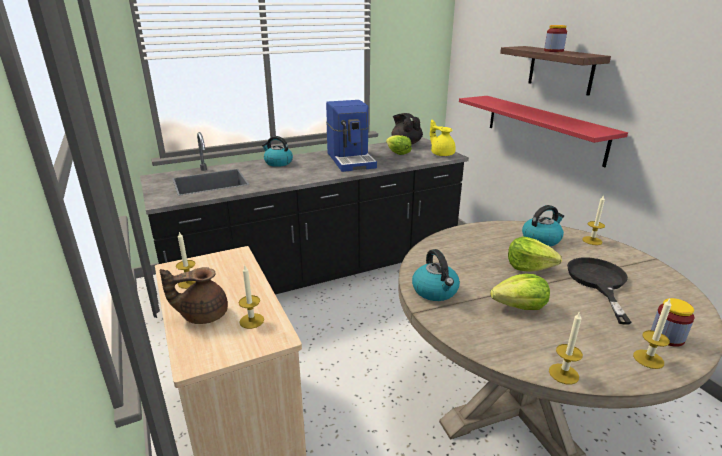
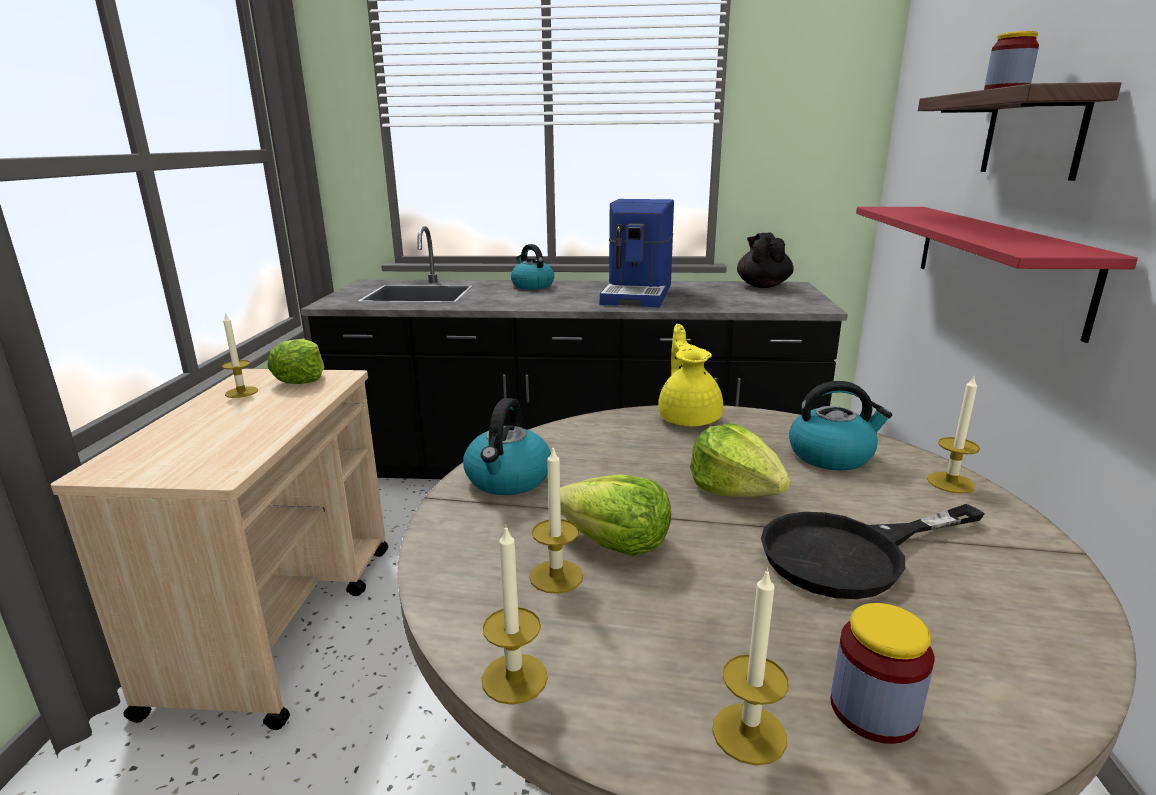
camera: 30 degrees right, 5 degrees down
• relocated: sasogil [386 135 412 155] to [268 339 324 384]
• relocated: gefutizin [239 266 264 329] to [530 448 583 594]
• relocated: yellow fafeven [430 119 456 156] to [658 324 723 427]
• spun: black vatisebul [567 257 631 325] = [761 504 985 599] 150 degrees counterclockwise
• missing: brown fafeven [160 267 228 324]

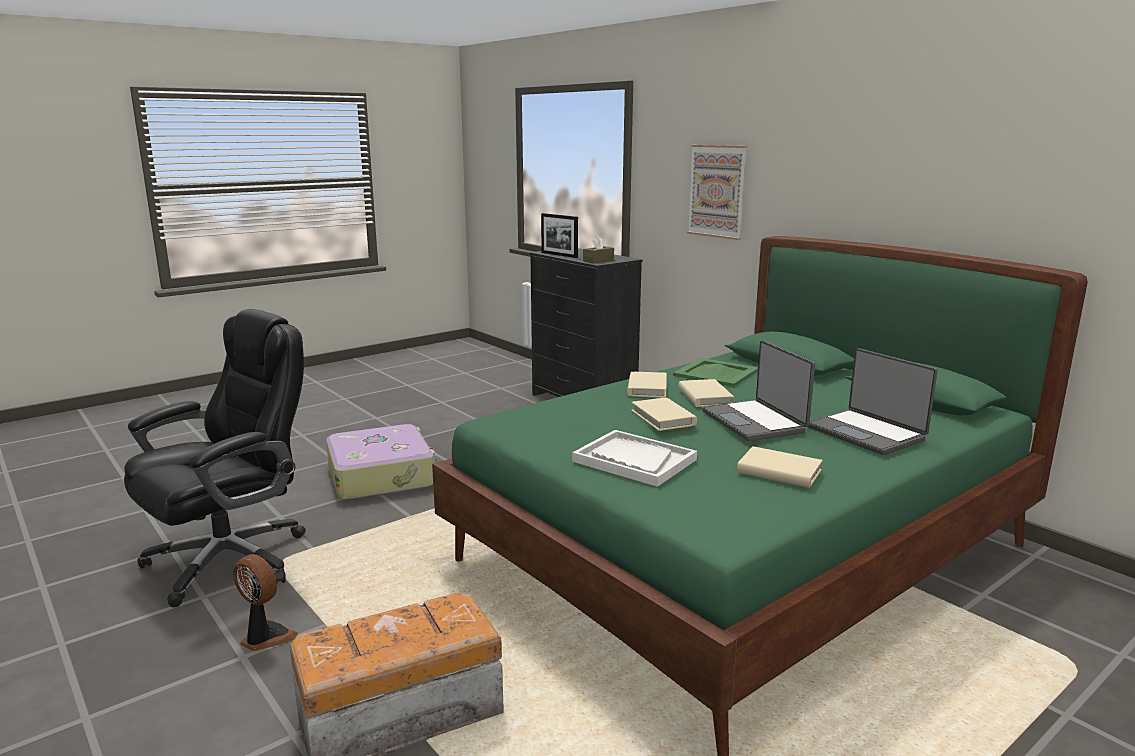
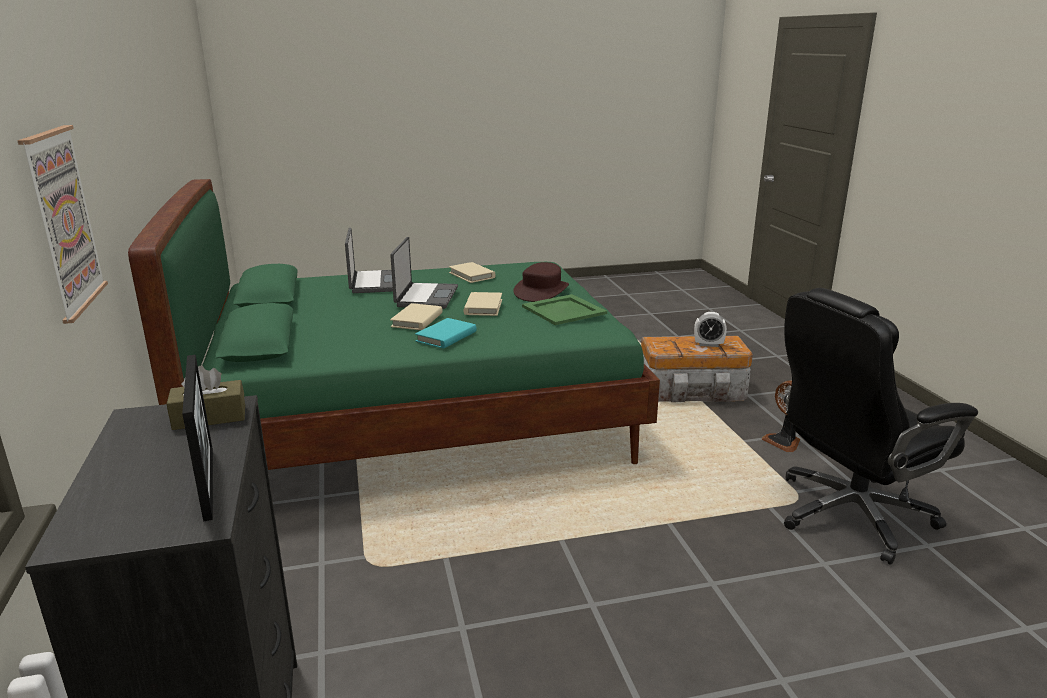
camera: 155 degrees left, 5 degrees up
• colour: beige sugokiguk [627 372 667 398] to turquoise sugokiguk [415 318 477 349]
• exchanged: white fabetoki [572 430 697 487] to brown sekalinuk [513 262 569 302]
• relocated: green fabetoki [673 358 758 387] to [522 294 607 325]
• appeared: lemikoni [694 312 727 347]
• missing: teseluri [326 424 437 501]

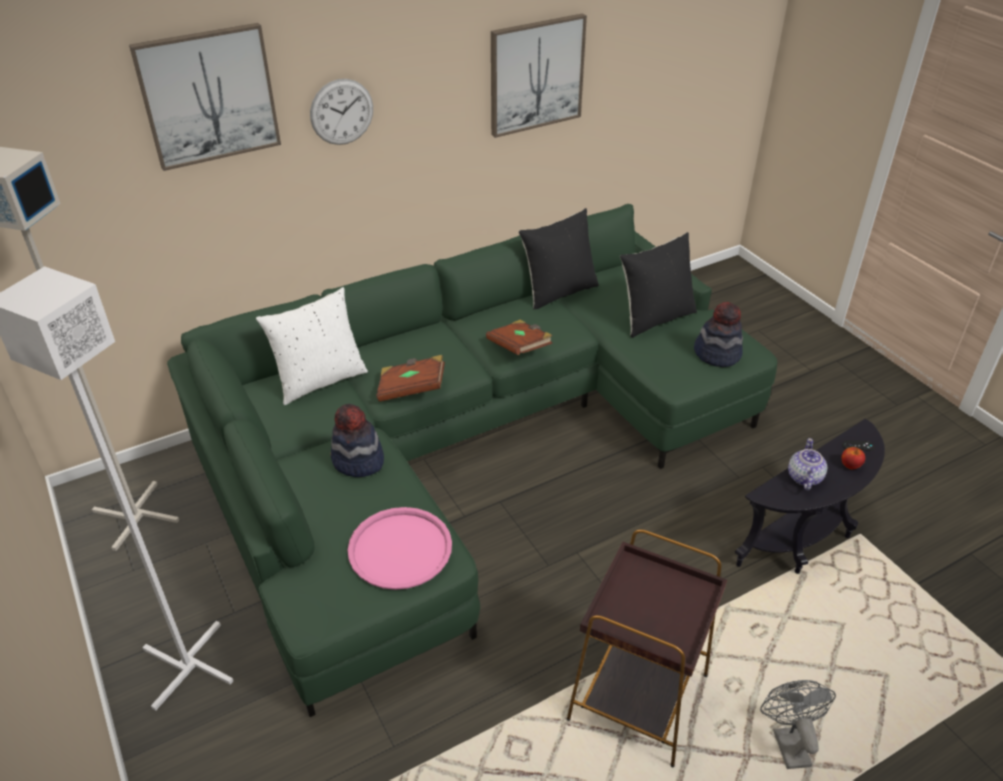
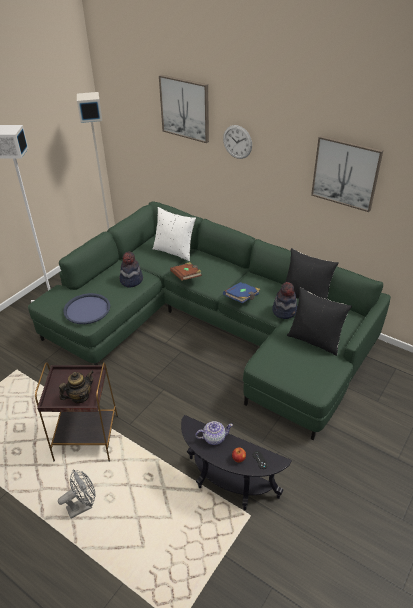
camera: 65 degrees right, 0 degrees up
• appeared: fafeven [59 370 94 403]
• colour: pink fabetoki [348 507 452 590] to blue fabetoki [63 293 110 324]
• colour: brown sugokiguk [486 320 553 355] to blue sugokiguk [223 282 260 303]
• relocated: sekalinuk [694 302 743 367] to [272 282 298 319]

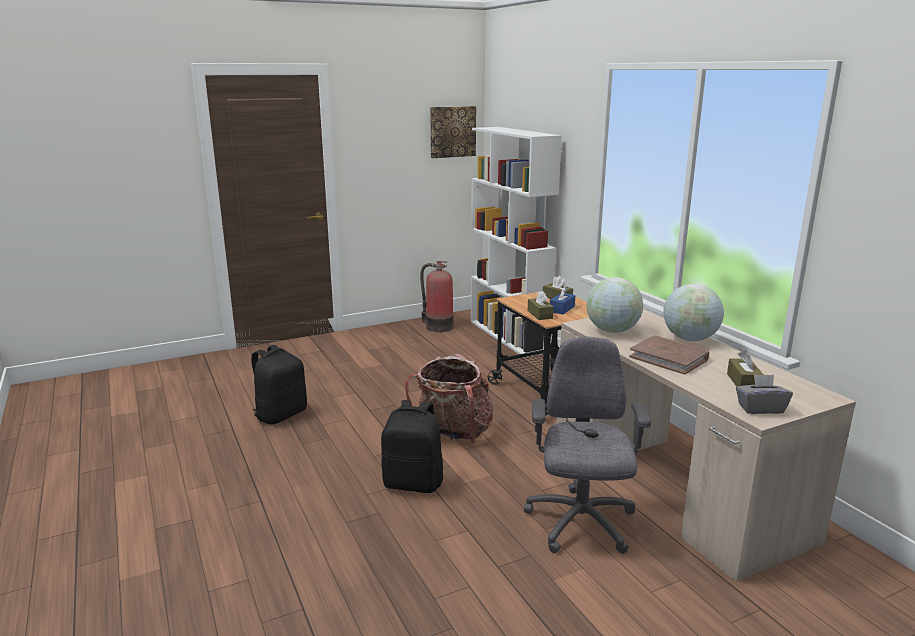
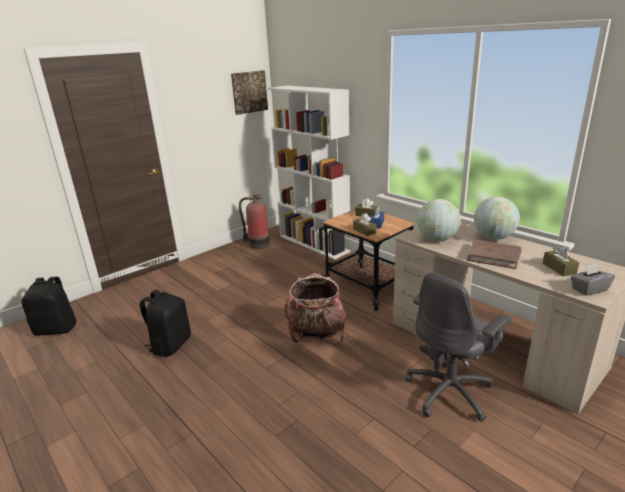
camera: 15 degrees left, 5 degrees up
• relocated: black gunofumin [381 400 443 493] to [21 277 77 336]
• spun: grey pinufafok [524 337 651 554] = [405 273 511 422] 120 degrees counterclockwise

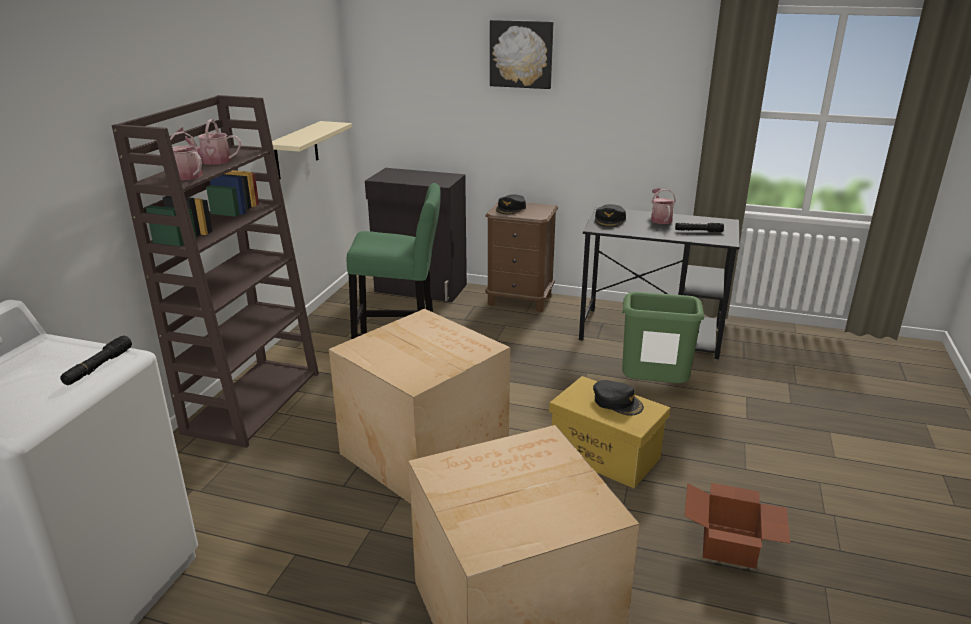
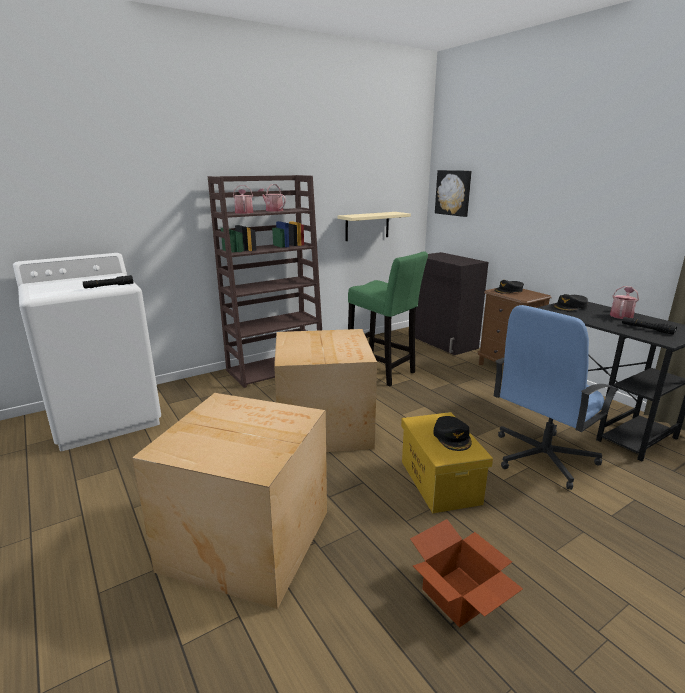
camera: 40 degrees right, 5 degrees down
• relocated: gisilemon [490 20 553 89] to [435 170 472 217]
• exchanged: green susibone [622 292 704 383] to blue pinufafok [494 305 619 490]

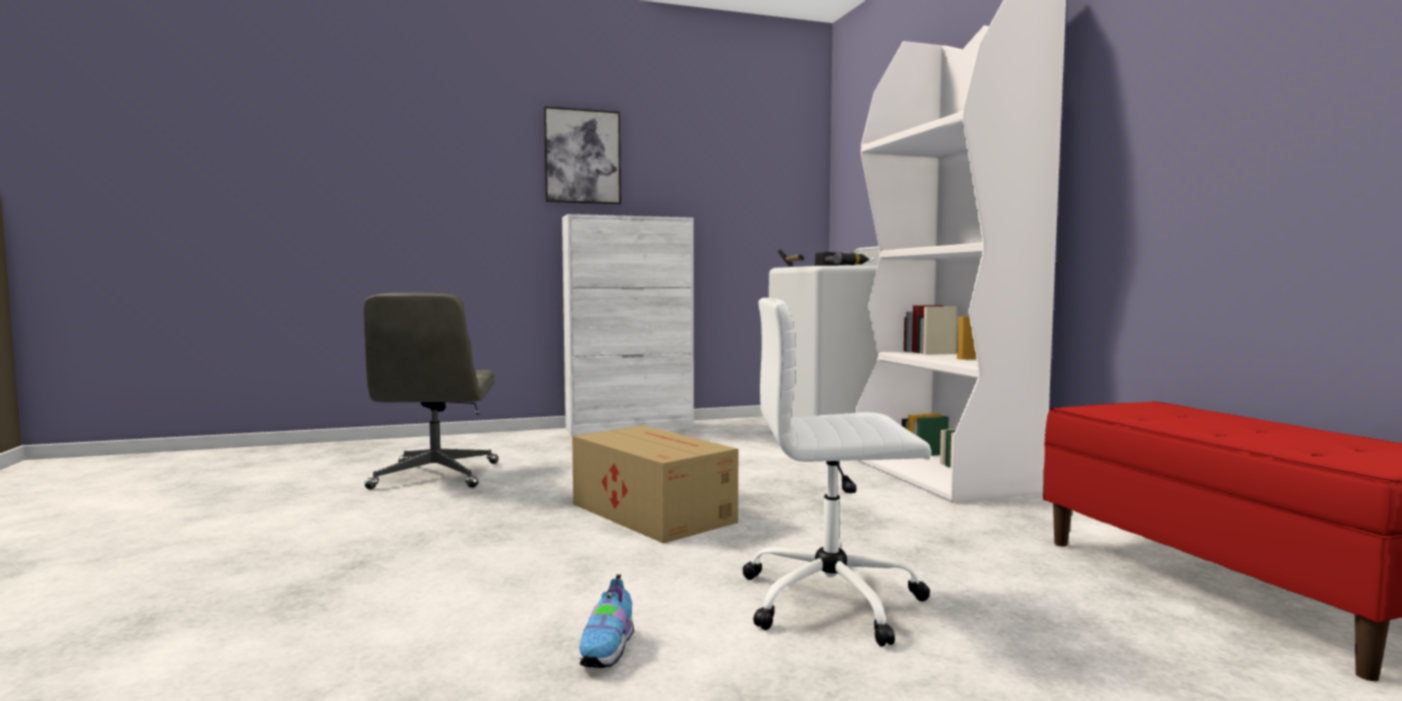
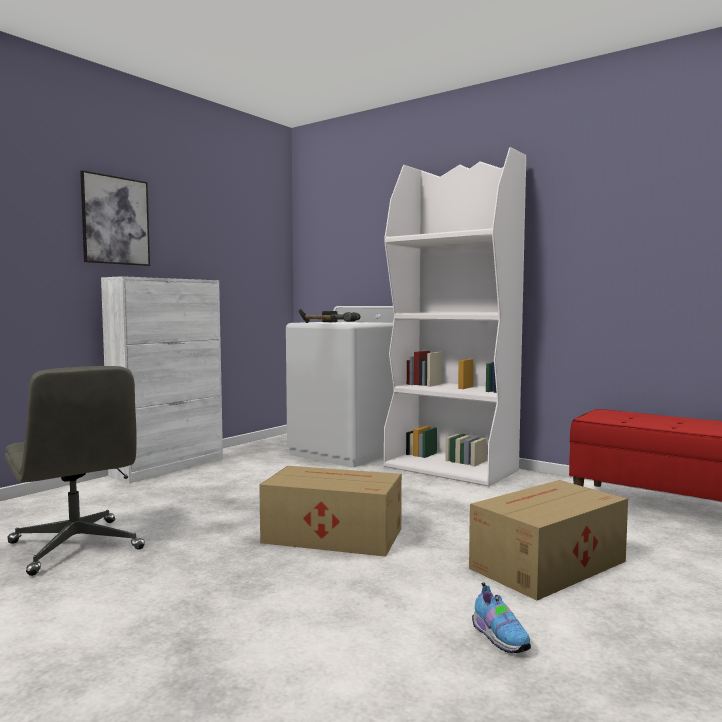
camera: 35 degrees left, 0 degrees up
• exchanged: white pinufafok [743 298 931 647] to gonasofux [469 480 628 600]

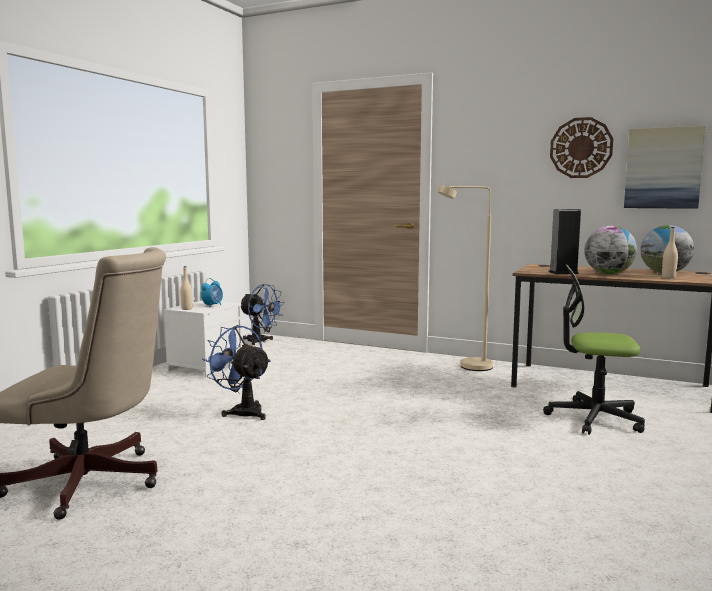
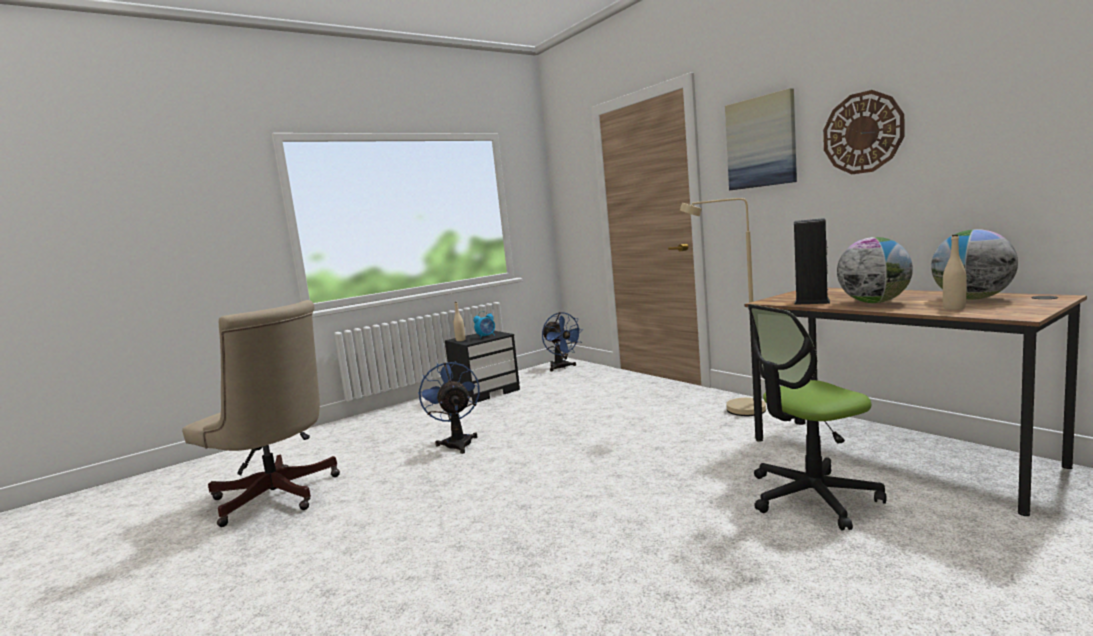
camera: 30 degrees right, 0 degrees up
• colour: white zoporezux [164 300 242 377] to black zoporezux [445 331 520 403]
• relocated: gisilemon [624 126 706 209] to [725 88 797 190]
• spun: pinufafok [543 265 645 435] = [748 304 887 531] 60 degrees counterclockwise

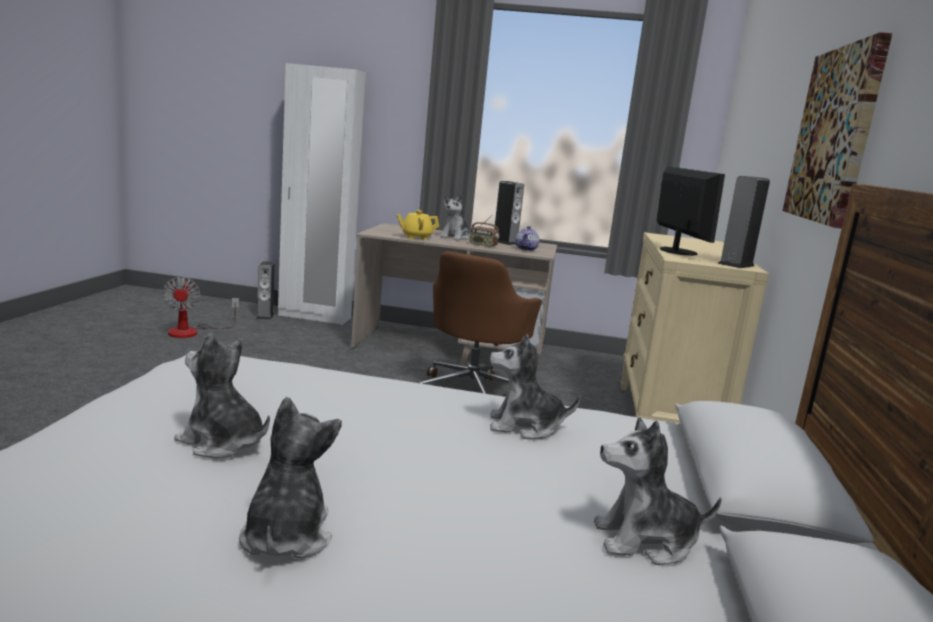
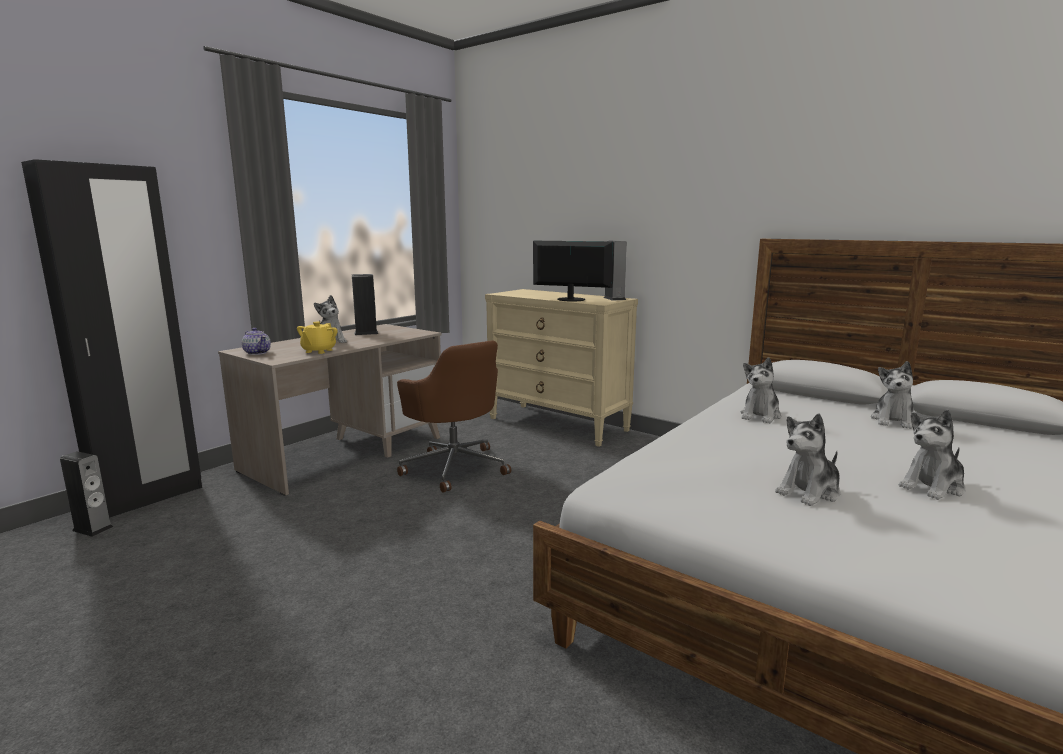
camera: 60 degrees left, 0 degrees up
• colour: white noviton [278 63 366 325] to black noviton [21 159 202 518]
• relocated: fafeven [515 226 539 251] to [242 328 271 355]
• spun: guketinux [239 397 342 559] = [899 410 966 500] 60 degrees counterclockwise
• missing: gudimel [162 277 239 338]
• missing: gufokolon [469 214 499 247]
• missing: gisilemon [782 32 893 229]

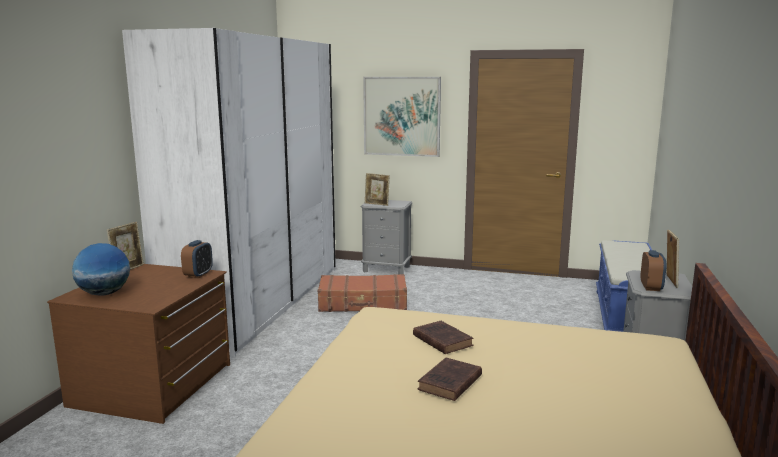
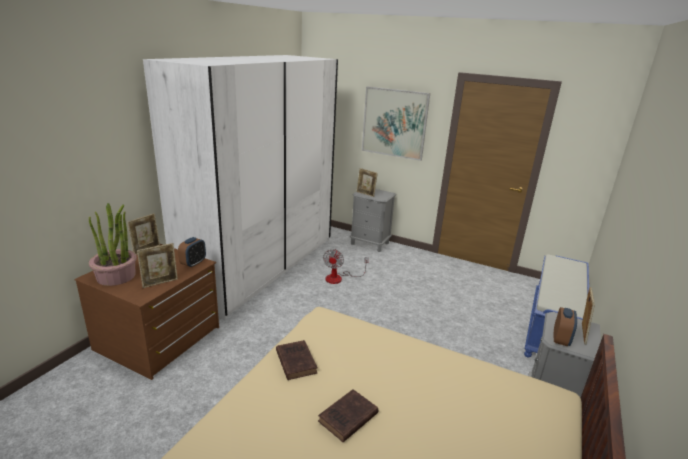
camera: 10 degrees right, 10 degrees up
• exchanged: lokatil [72 243 130 296] to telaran [89 203 137 286]
• appeared: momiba [137 243 178 288]
• relocated: brown sugokiguk [413 321 473 354] to [276 340 318 380]
• exchanged: brown teseluri [318 274 407 312] to gudimel [323 249 369 284]

